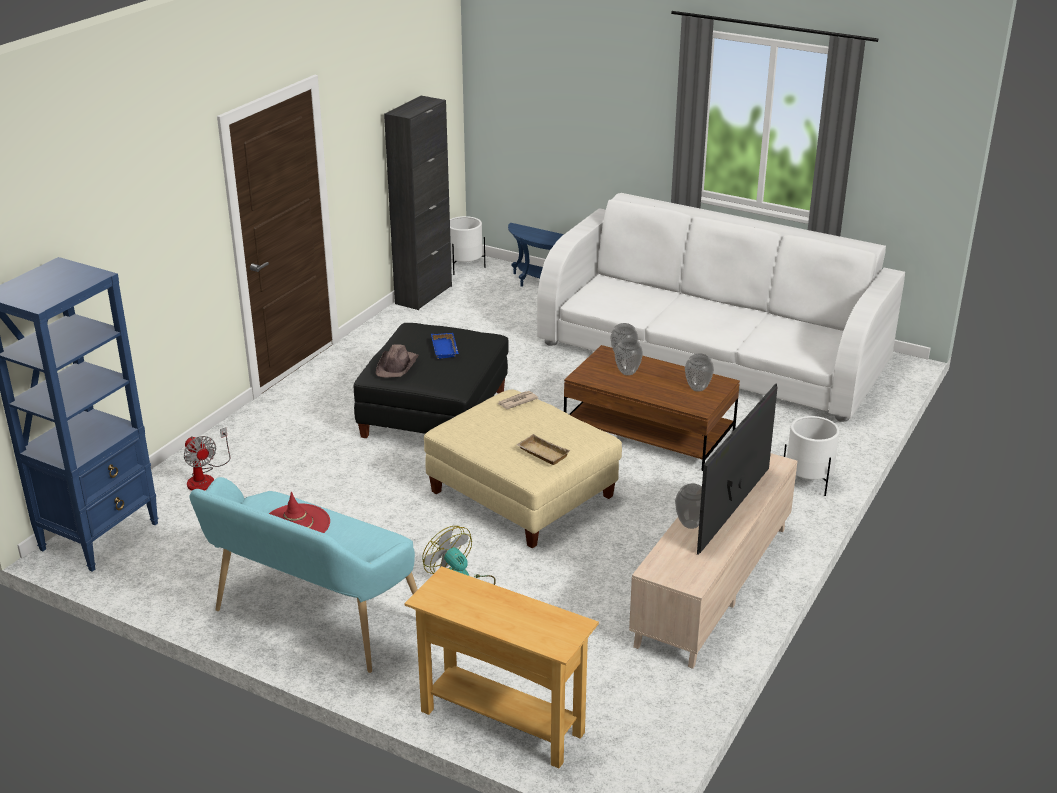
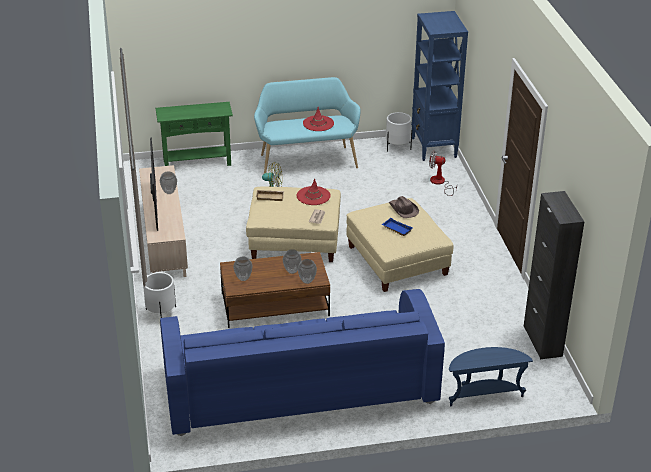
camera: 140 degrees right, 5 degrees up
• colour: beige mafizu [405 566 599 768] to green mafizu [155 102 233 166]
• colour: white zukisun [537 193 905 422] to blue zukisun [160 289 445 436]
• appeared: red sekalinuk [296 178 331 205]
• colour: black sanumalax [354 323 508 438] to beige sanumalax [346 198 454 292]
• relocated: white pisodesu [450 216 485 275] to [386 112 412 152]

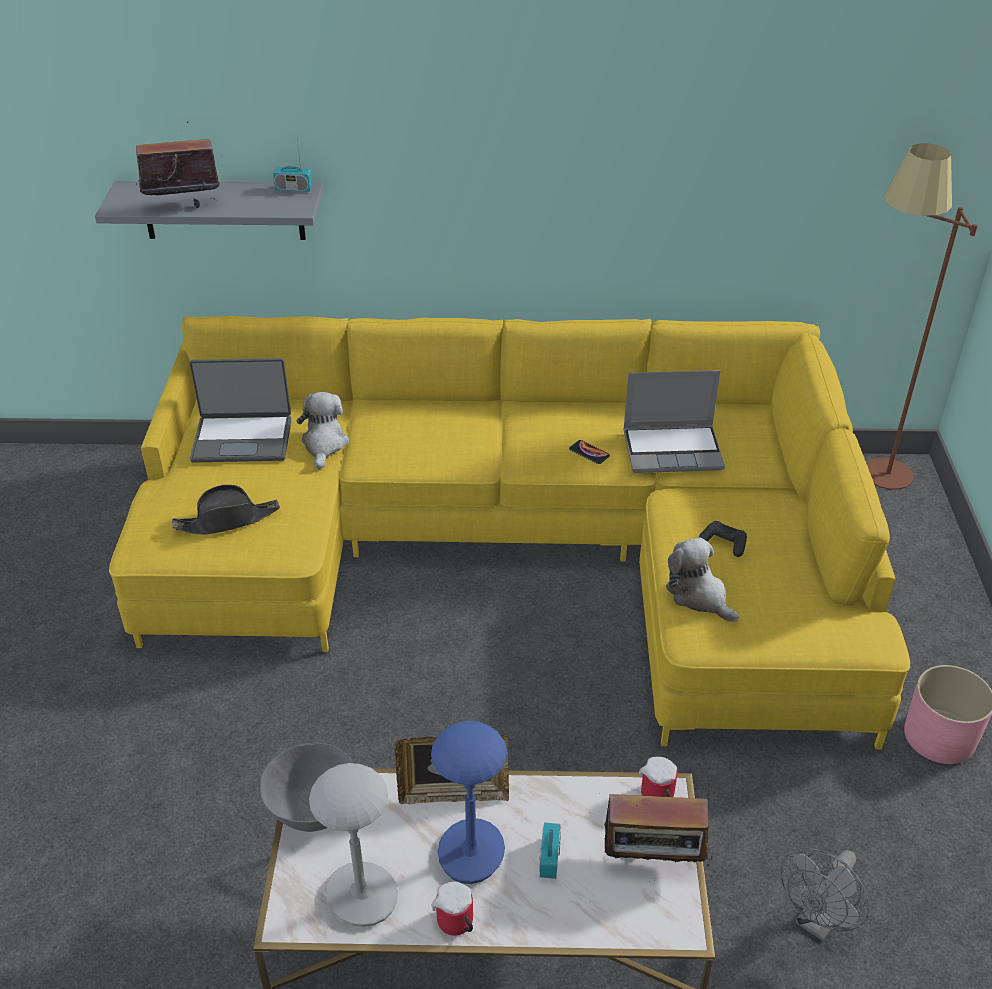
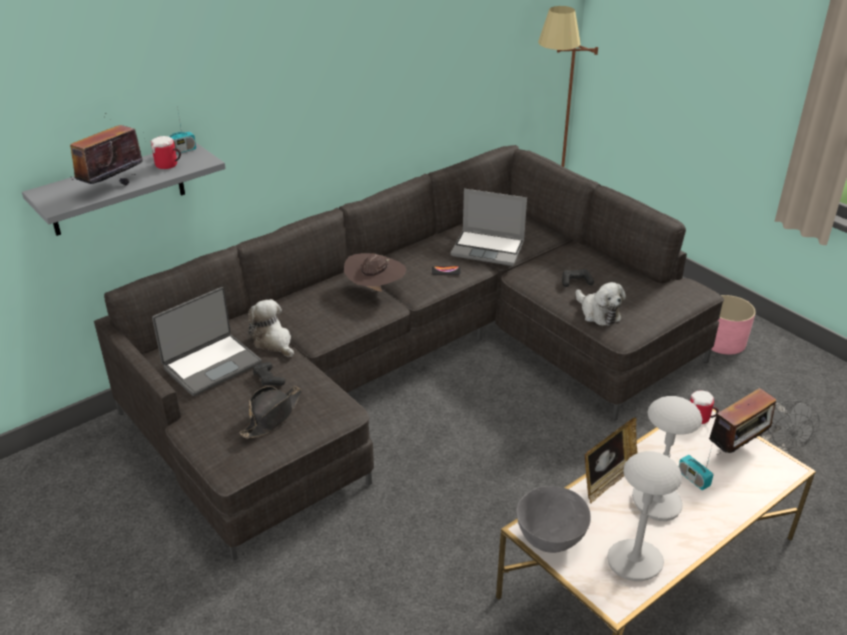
camera: 40 degrees left, 5 degrees down
• colour: yellow zukisun [109 316 910 750] to grey zukisun [94 145 724 561]
• relocated: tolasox [432 882 473 936] to [151 136 181 169]
• appeared: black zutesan [253 362 285 386]
• appeared: brown sekalinuk [344 253 406 292]
• spun: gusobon [623 370 725 473] = [450 189 527 266] 60 degrees clockwise
• spun: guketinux [666 537 739 622] = [576 282 626 326] 135 degrees counterclockwise
• colour: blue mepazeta [431 721 507 884] to grey mepazeta [632 396 702 521]

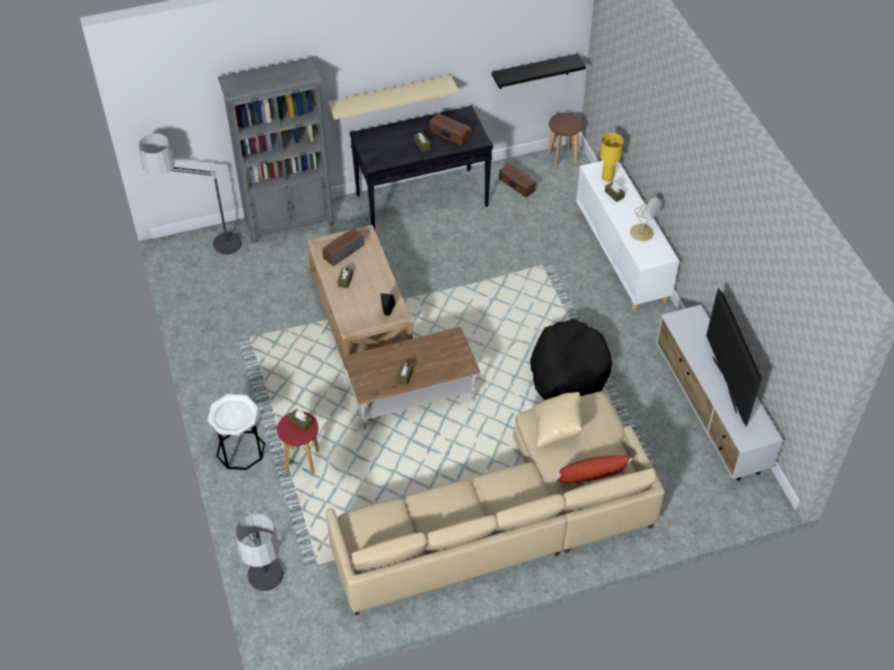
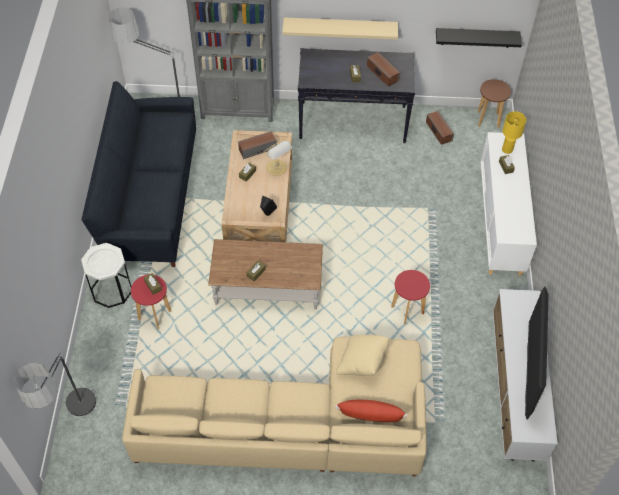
camera: 20 degrees right, 5 degrees up
• appeared: black zukisun [81 81 196 267]
• relocated: mepazeta [630 195 662 241] to [263 138 292 176]
• exchanged: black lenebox [530 319 612 400] to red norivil [391 270 430 324]

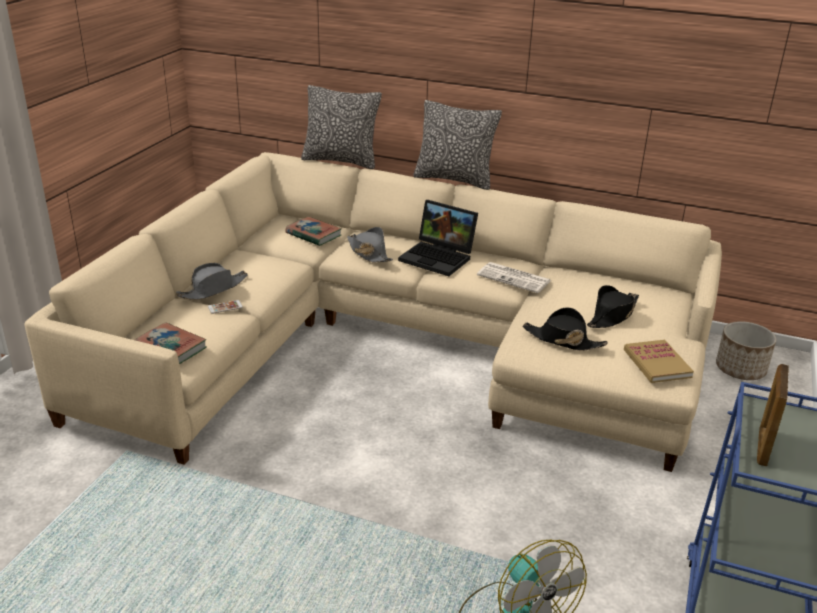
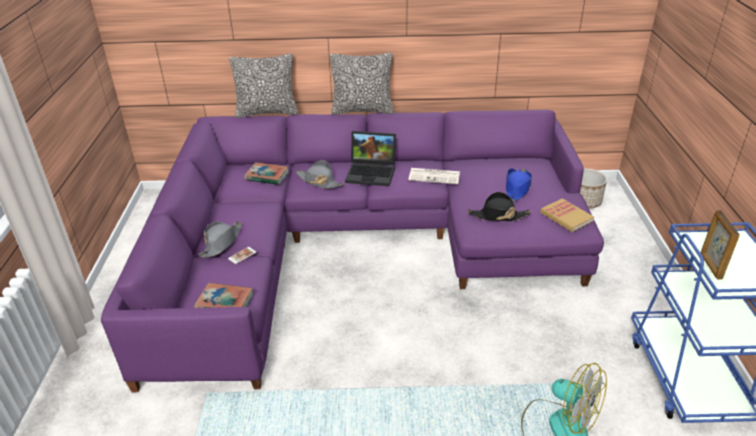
camera: 20 degrees left, 5 degrees up
• colour: beige zukisun [24 152 722 472] to purple zukisun [101 110 604 392]
• colour: black sekalinuk [587 285 639 328] to blue sekalinuk [506 168 532 202]

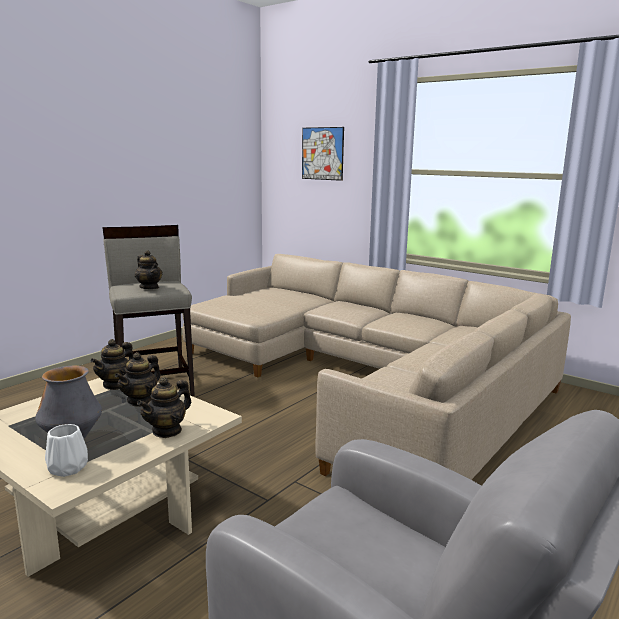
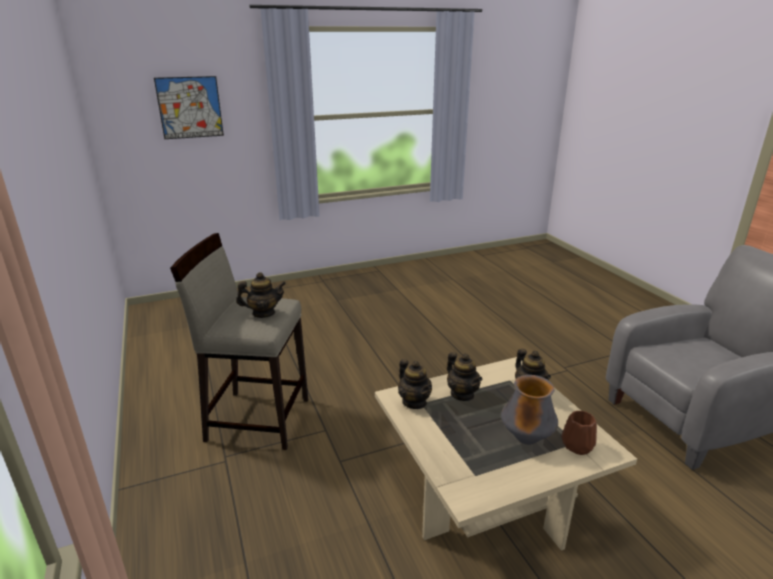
camera: 60 degrees left, 10 degrees up
• colour: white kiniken [45 424 88 477] to brown kiniken [561 411 597 455]
• missing: beige zukisun [182 254 571 480]

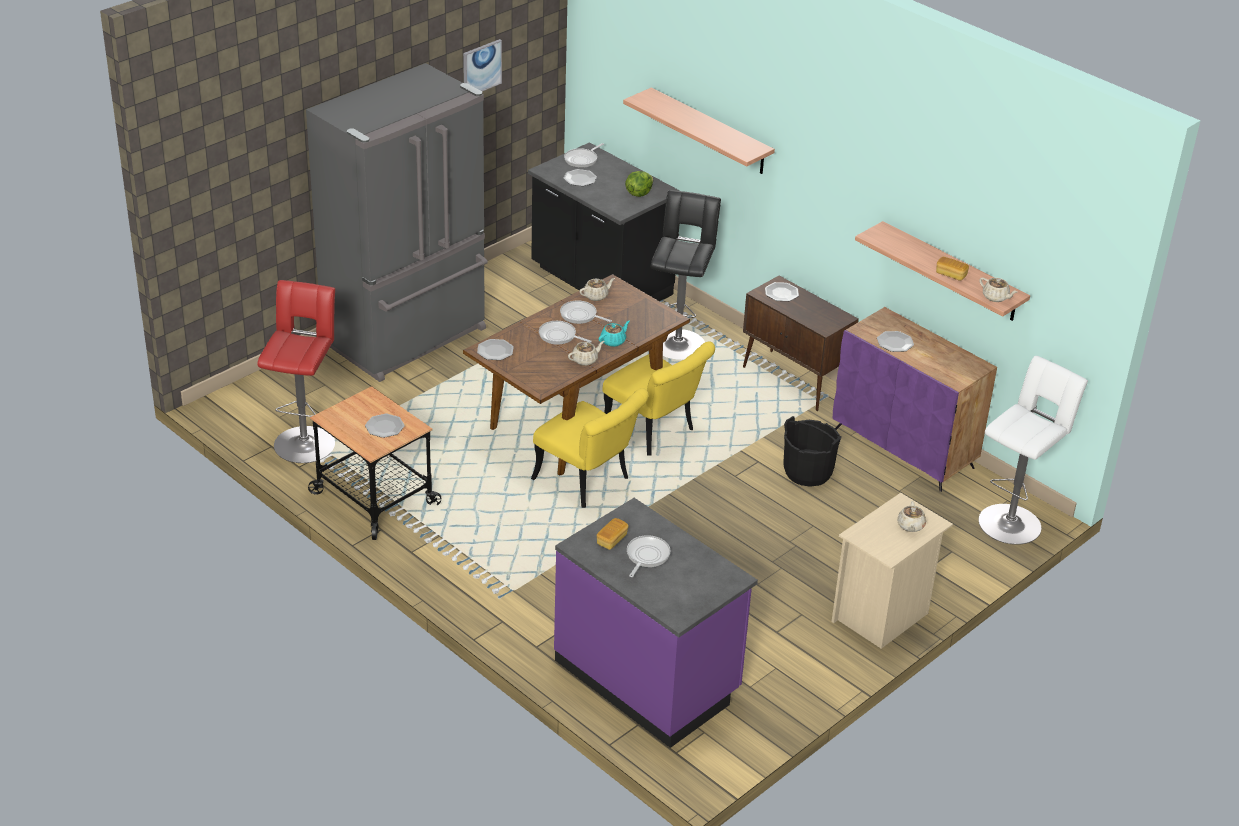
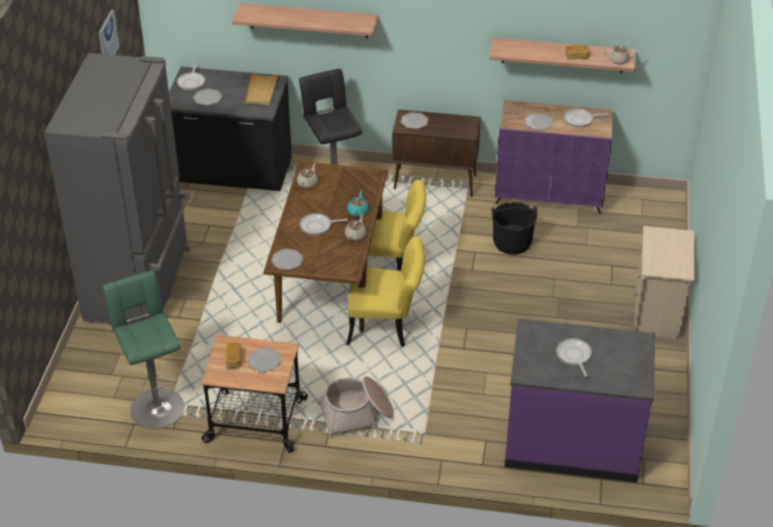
camera: 35 degrees left, 5 degrees up
• colour: red norivil [257 280 335 463] to green norivil [102 270 185 429]
• relocated: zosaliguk [597 518 629 550] to [225 343 241 368]
• exchanged: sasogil [625 171 653 197] to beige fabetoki [245 71 279 106]
• appeared: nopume [319 377 394 439]
• relocated: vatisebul [560 300 612 324] to [564 108 608 128]
• missing: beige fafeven [897 501 926 532]
• missing: white norivil [979 356 1088 545]

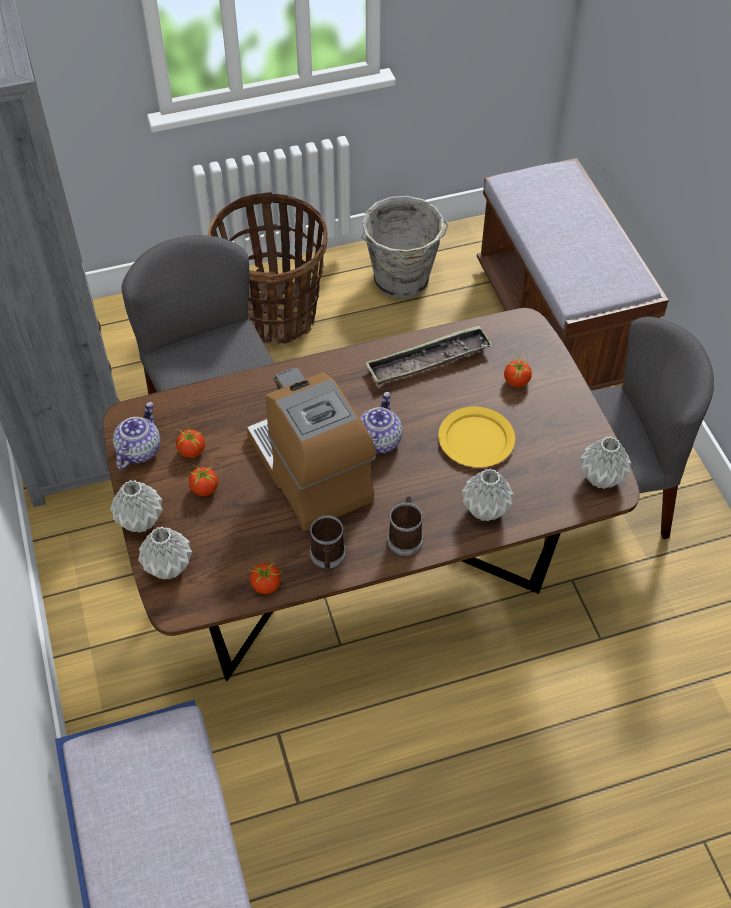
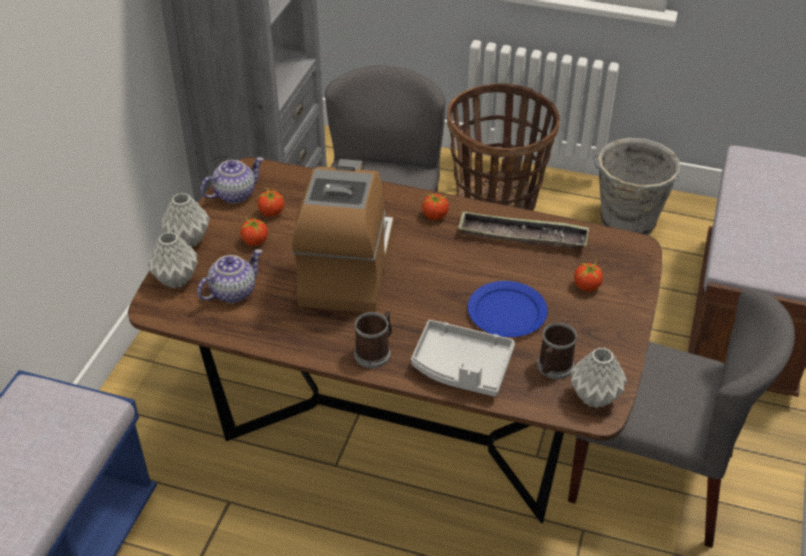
camera: 35 degrees right, 10 degrees down
• relocated: fafeven [360 392 402 461] to [197 249 262 303]
• exchanged: grey kiniken [462 468 514 521] to grey fabetoki [411 320 515 397]
• relocated: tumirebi [250 560 282 594] to [422 193 449 220]
• colour: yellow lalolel [438 407 515 468] to blue lalolel [468 281 548 337]
• relocated: tolasox [310 515 346 569] to [537 323 577 379]

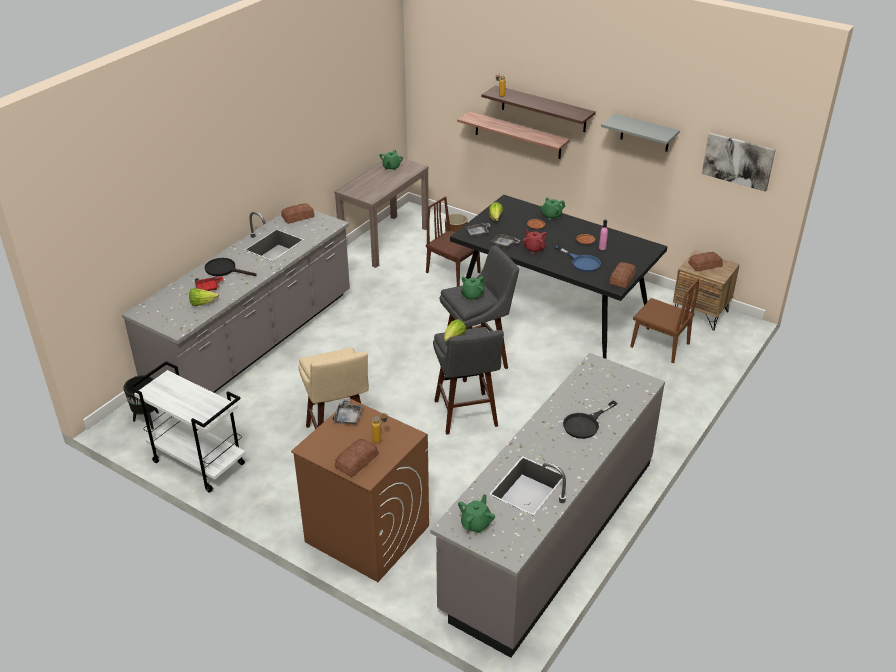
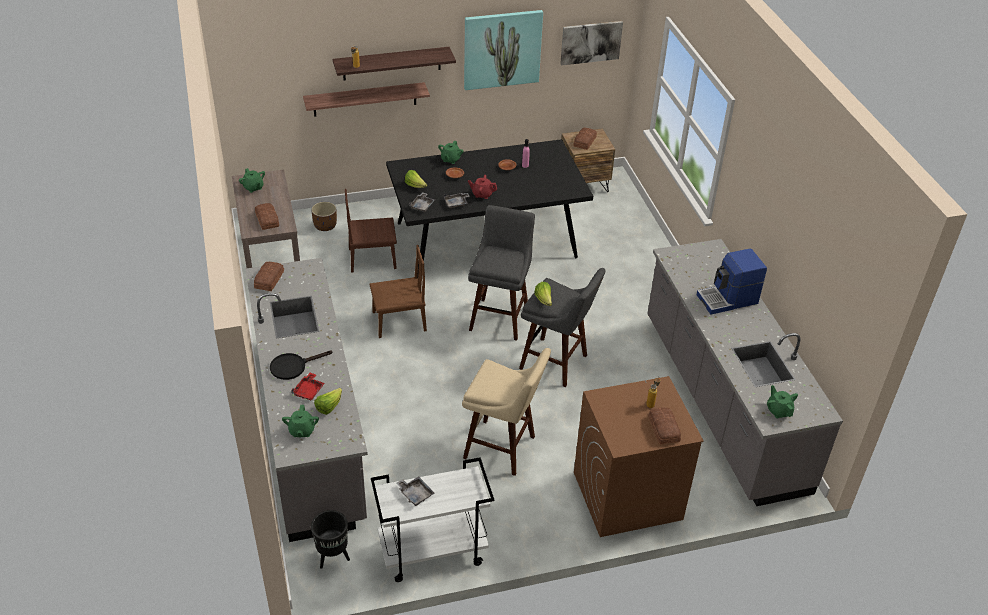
camera: 50 degrees left, 5 degrees up
• relocated: zosaliguk [609 262 636 288] to [255 203 279 230]
• relocated: green fafeven [461 276 485 301] to [282 405 319 437]
• relocated: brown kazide [630 278 700 363] to [370 245 427 338]
• relocated: grey fabetoki [332 399 363 425] to [397 476 434 506]
• exchanged: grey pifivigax [601 114 680 152] to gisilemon [464 10 543 90]
• exchanged: black vatisebul [563 401 617 439] to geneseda [696 249 767 315]
• missing: blue vatisebul [555 245 601 272]

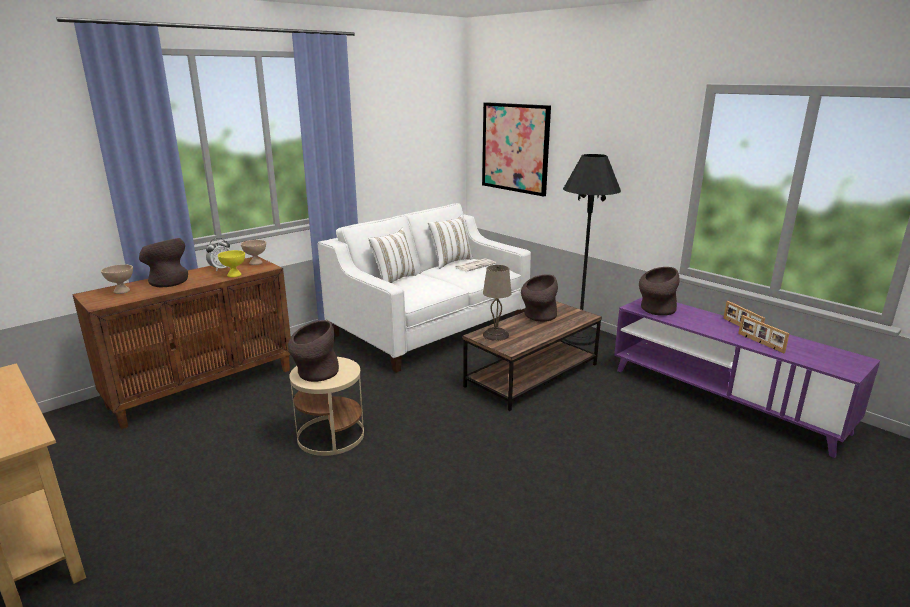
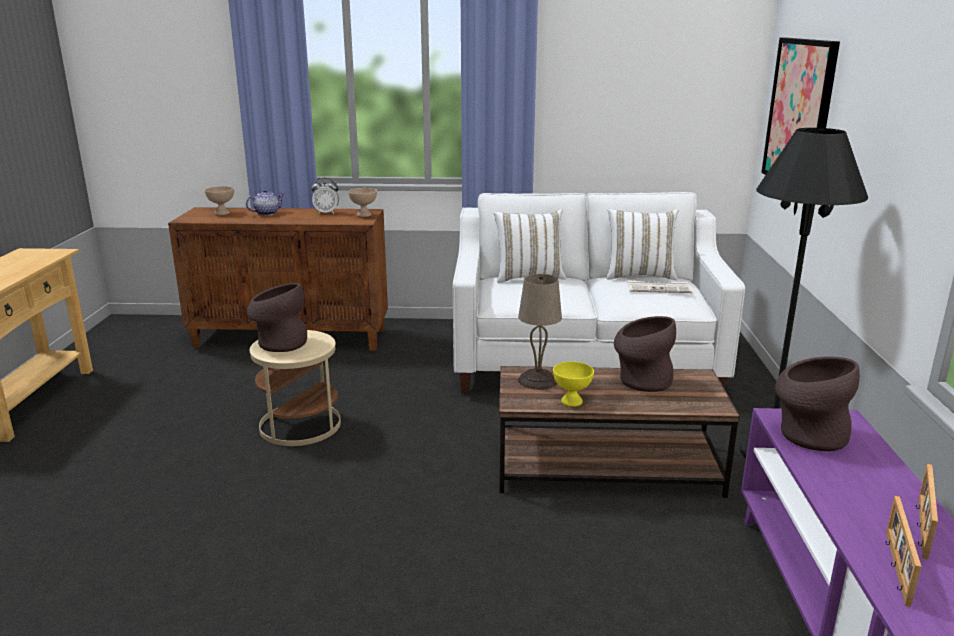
camera: 45 degrees right, 0 degrees up
• exchanged: brown kiniken [139 238 188 287] to fafeven [246 189 285 216]
• relocated: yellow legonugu [218 250 245 277] to [553 362 594 407]

